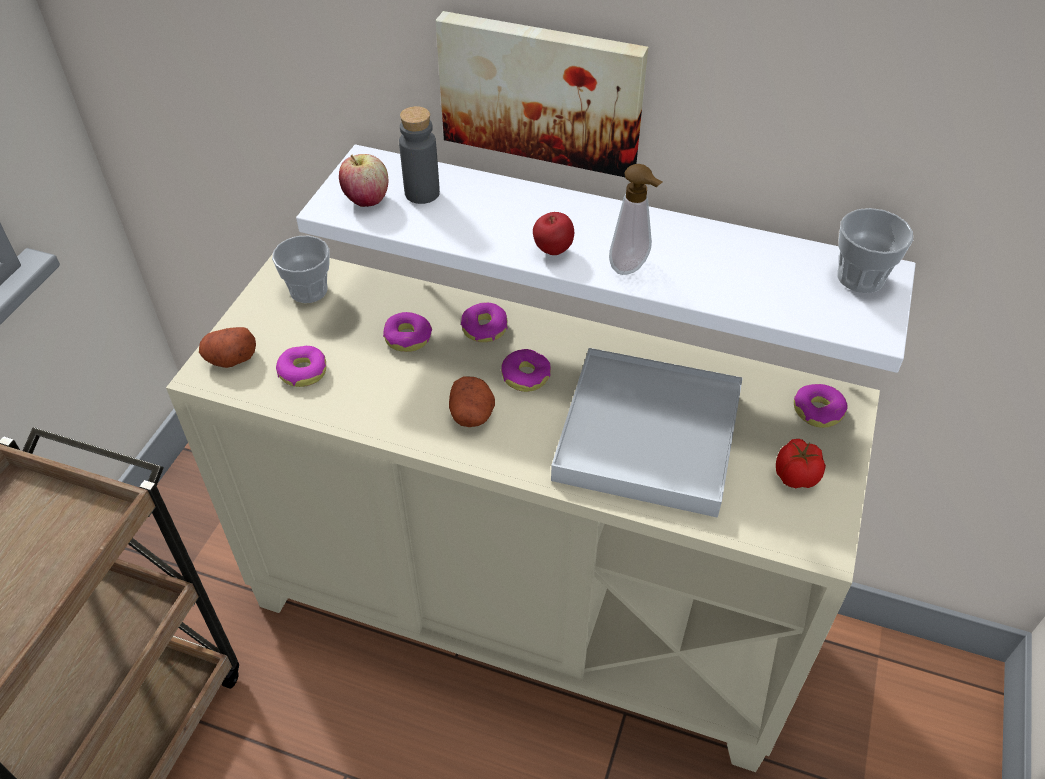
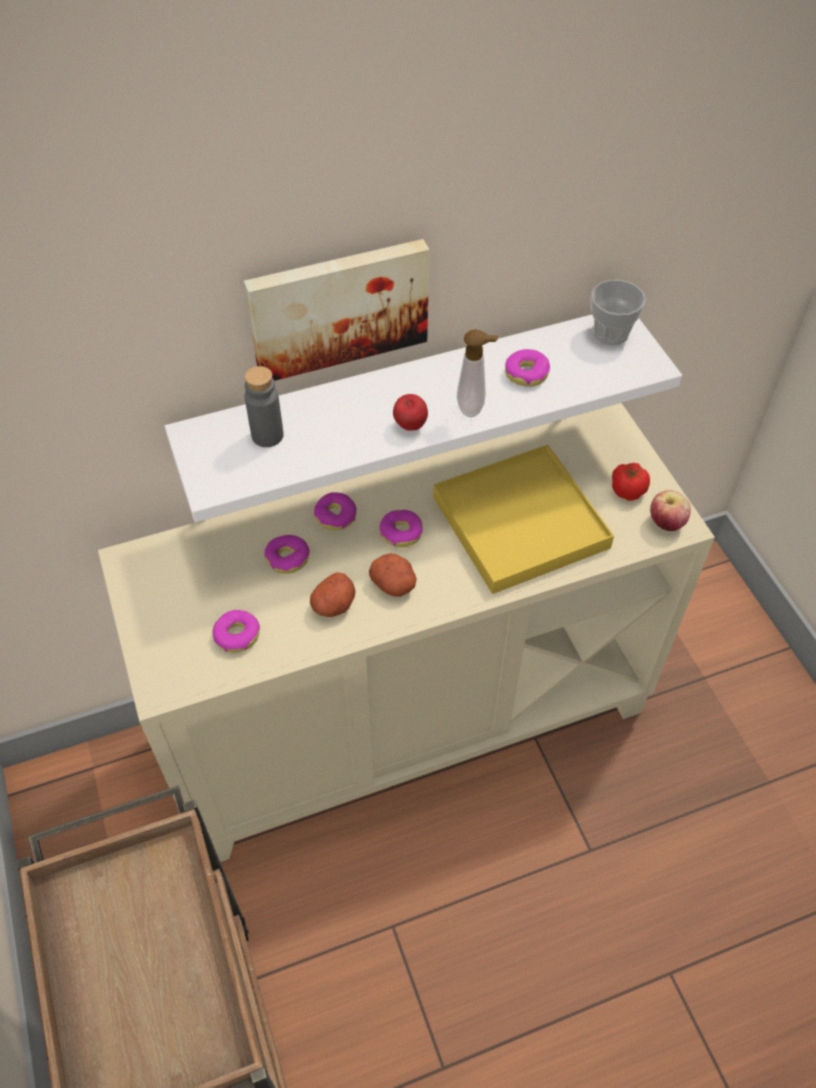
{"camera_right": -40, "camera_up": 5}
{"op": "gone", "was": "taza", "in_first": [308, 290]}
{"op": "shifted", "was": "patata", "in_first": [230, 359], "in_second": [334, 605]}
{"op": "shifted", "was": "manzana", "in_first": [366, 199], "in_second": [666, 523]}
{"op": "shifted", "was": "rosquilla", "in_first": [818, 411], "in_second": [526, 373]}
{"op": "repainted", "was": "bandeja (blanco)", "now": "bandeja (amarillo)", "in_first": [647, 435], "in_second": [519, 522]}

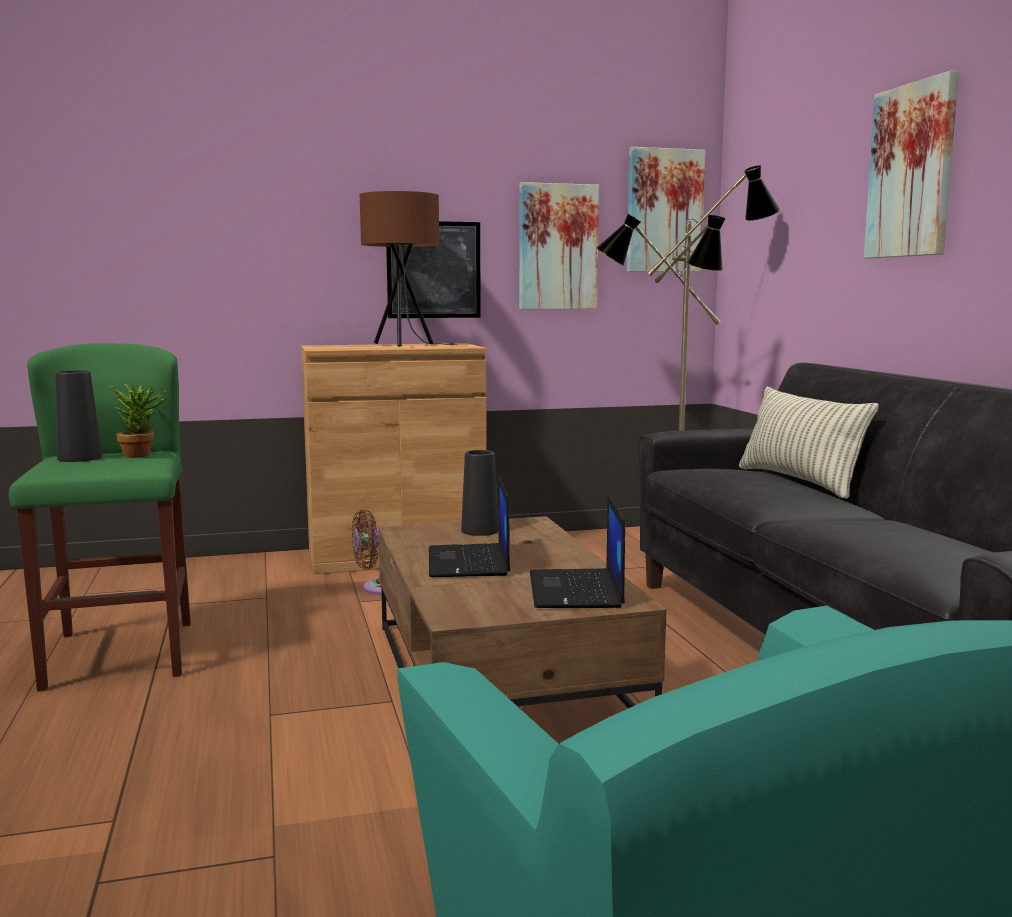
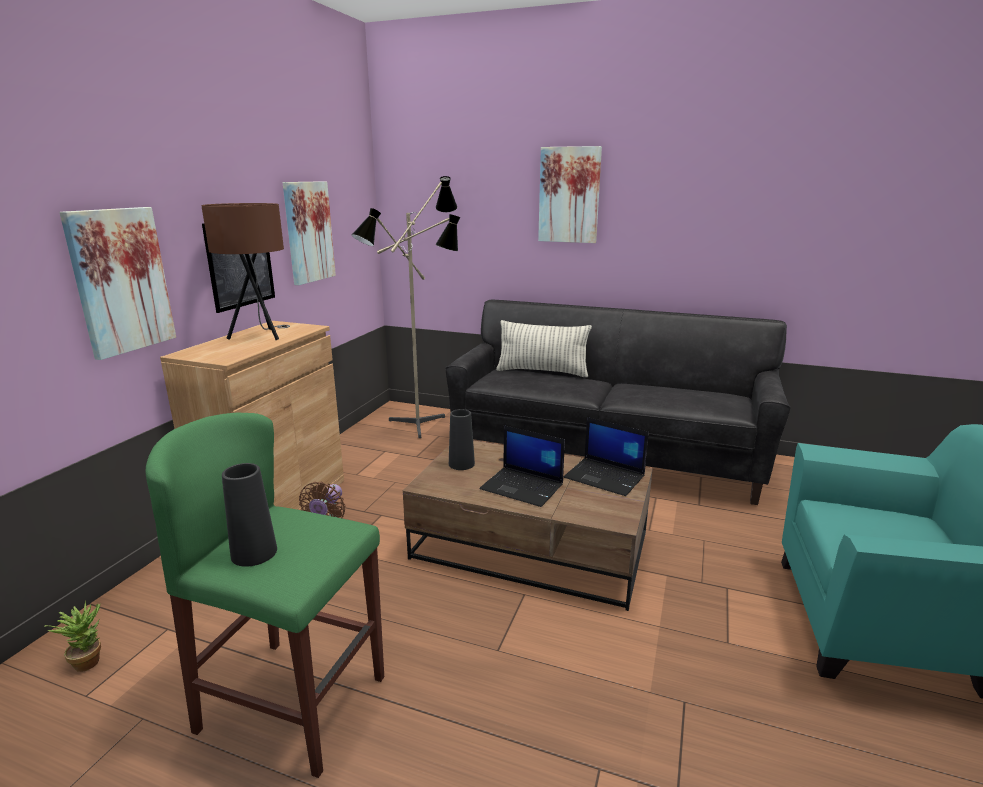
{"camera_right": -55, "camera_up": 10}
{"op": "shifted", "was": "planta en maceta", "in_first": [142, 455], "in_second": [89, 660]}
{"op": "shifted", "was": "cuadro", "in_first": [664, 211], "in_second": [120, 281]}

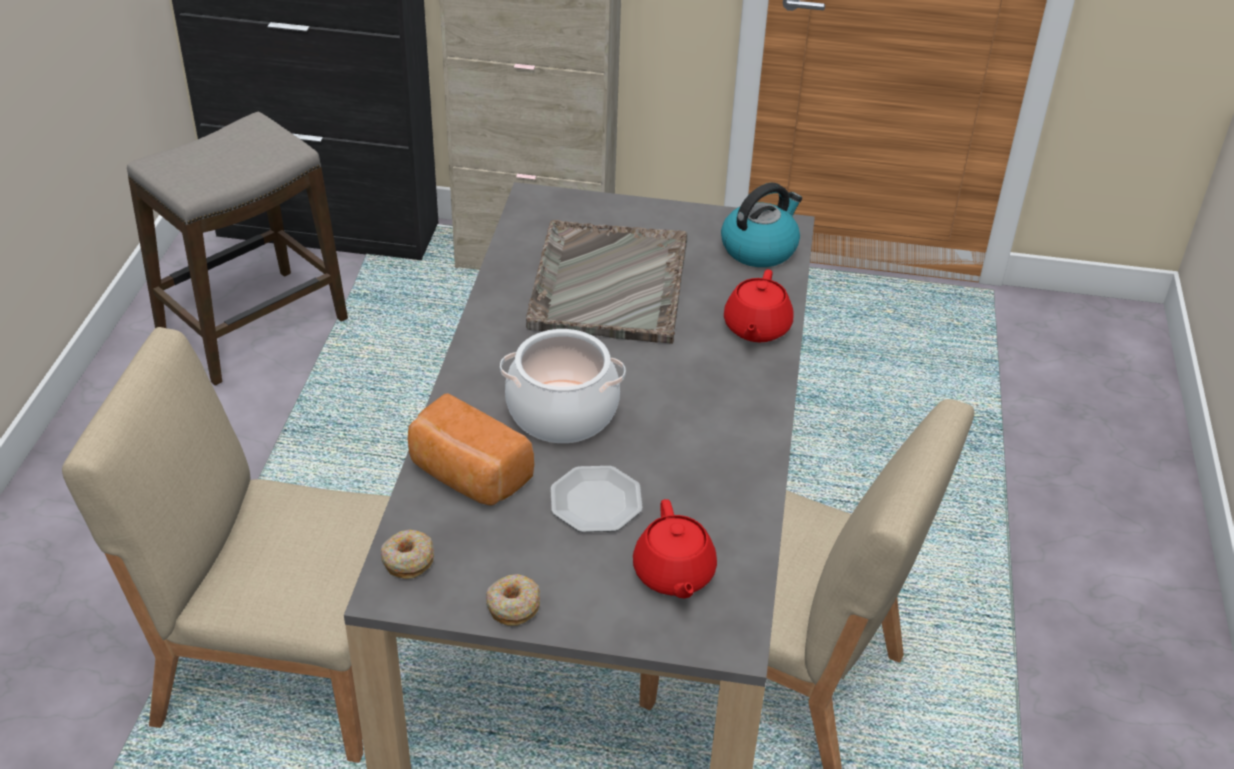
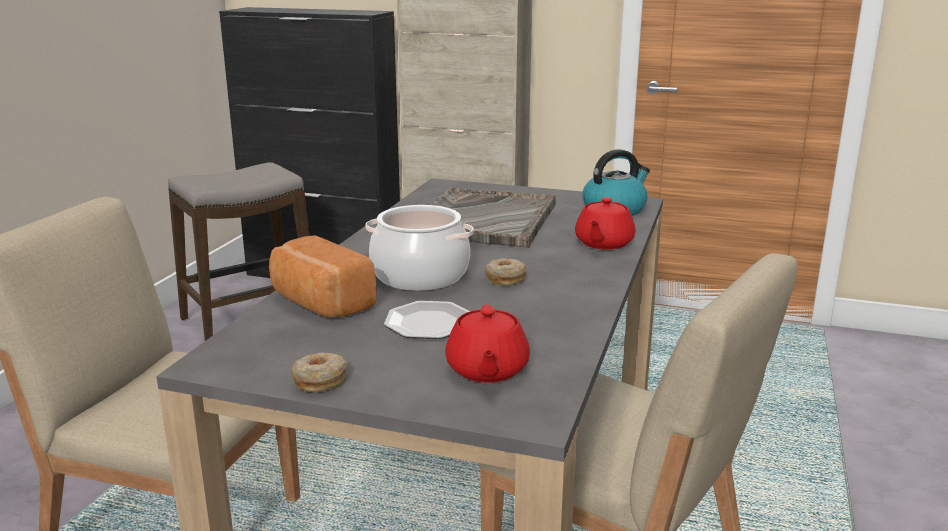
{"camera_right": 10, "camera_up": -20}
{"op": "shifted", "was": "rosquilla", "in_first": [408, 560], "in_second": [505, 278]}

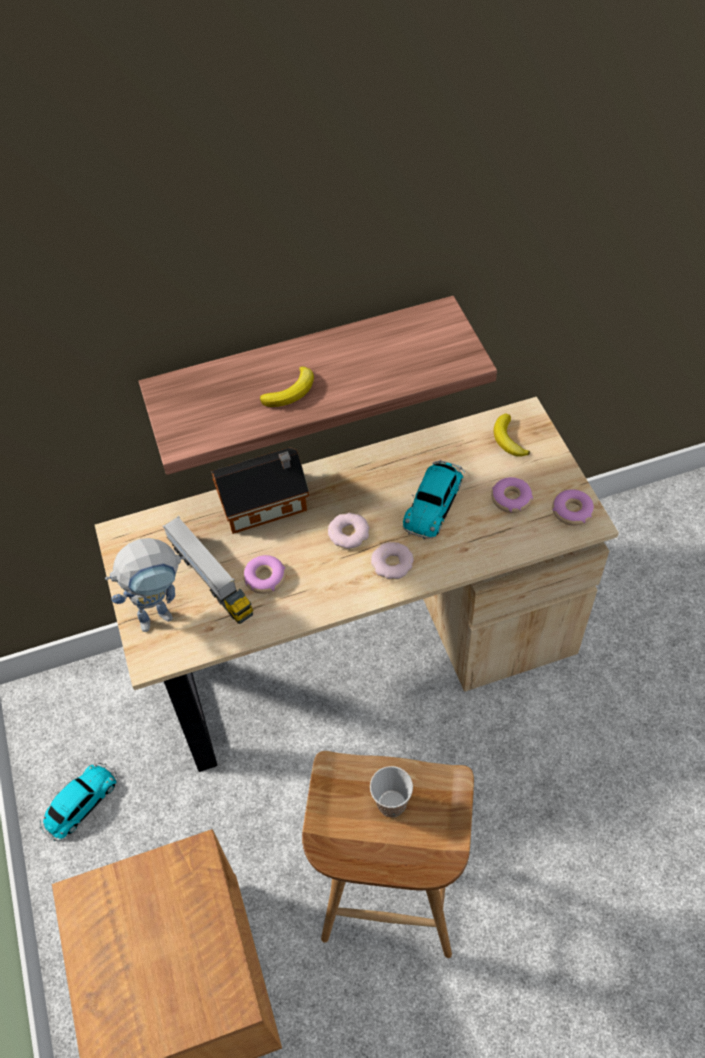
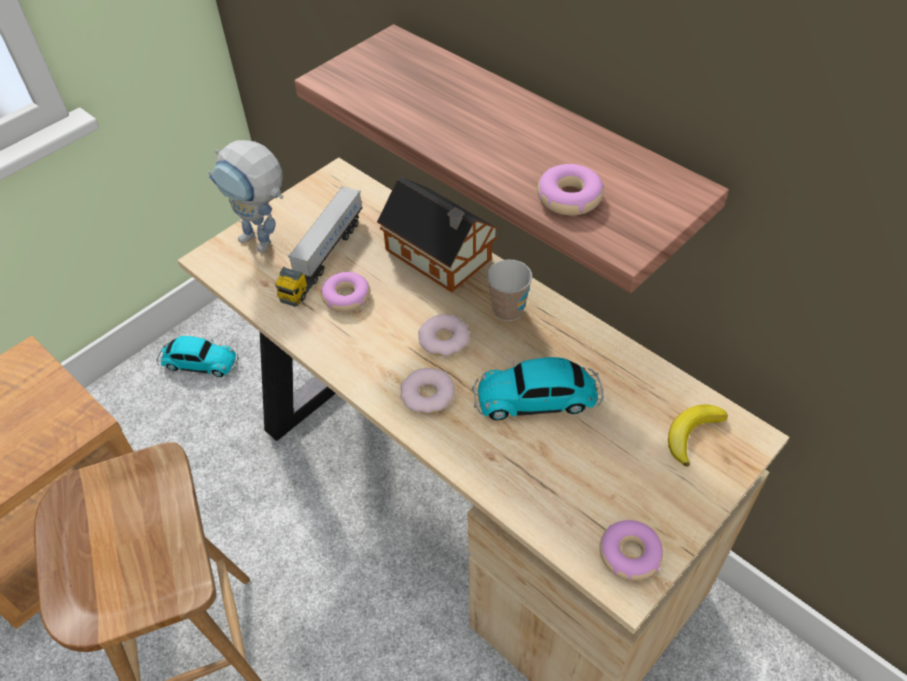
{"camera_right": 60, "camera_up": -5}
{"op": "gone", "was": "plátano", "in_first": [291, 391]}
{"op": "shifted", "was": "taza", "in_first": [391, 803], "in_second": [508, 310]}
{"op": "shifted", "was": "rosquilla", "in_first": [511, 499], "in_second": [569, 198]}

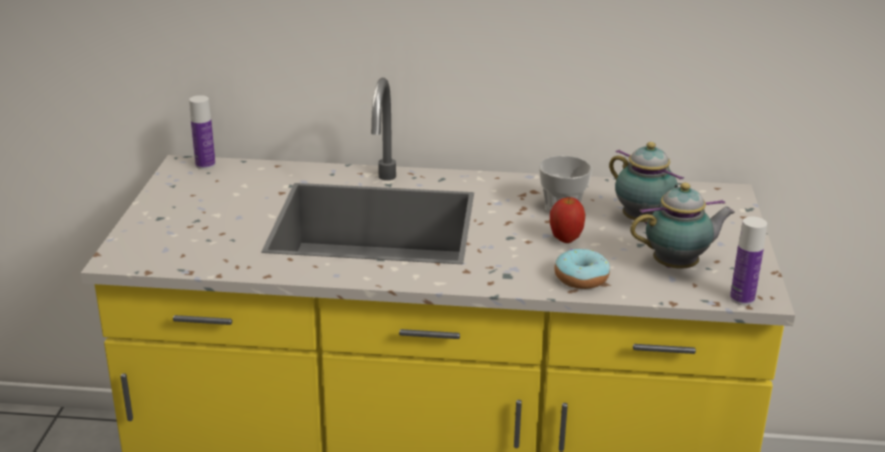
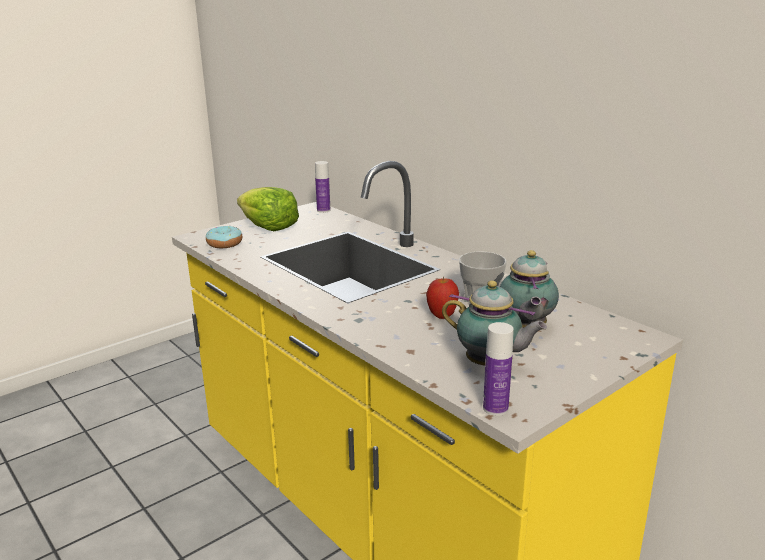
{"camera_right": 45, "camera_up": -5}
{"op": "new", "now": "lechuga", "in_second": [268, 227]}
{"op": "shifted", "was": "rosquilla", "in_first": [581, 278], "in_second": [224, 244]}

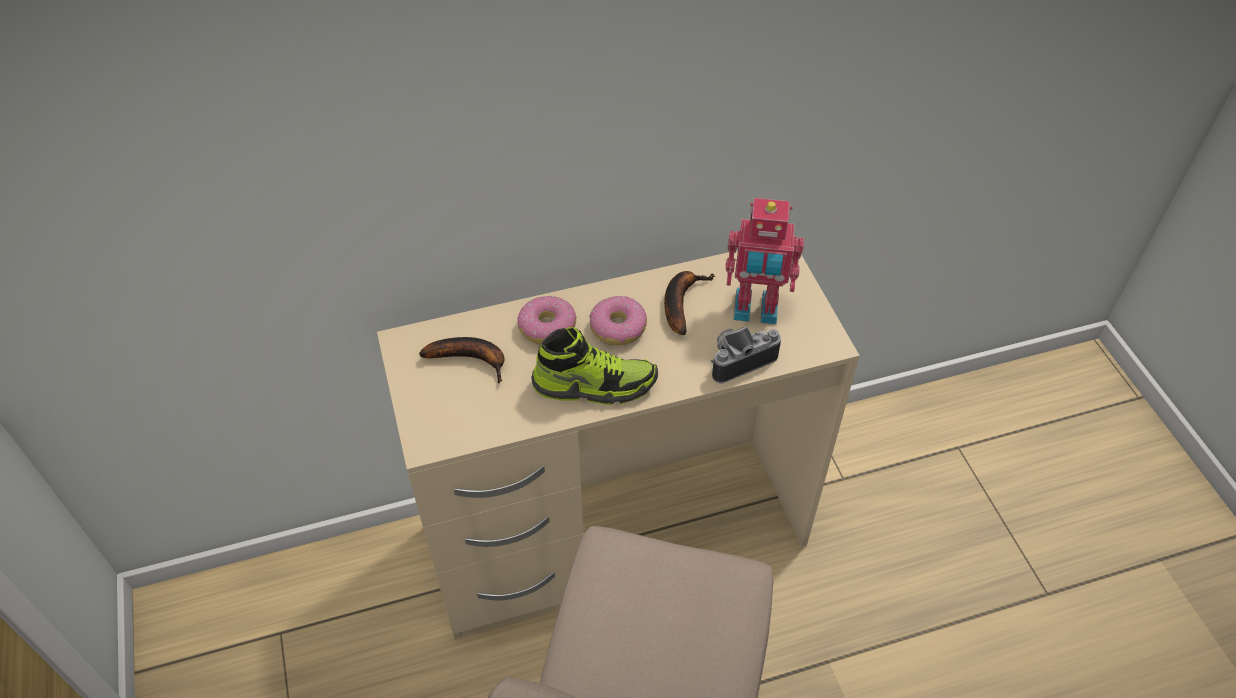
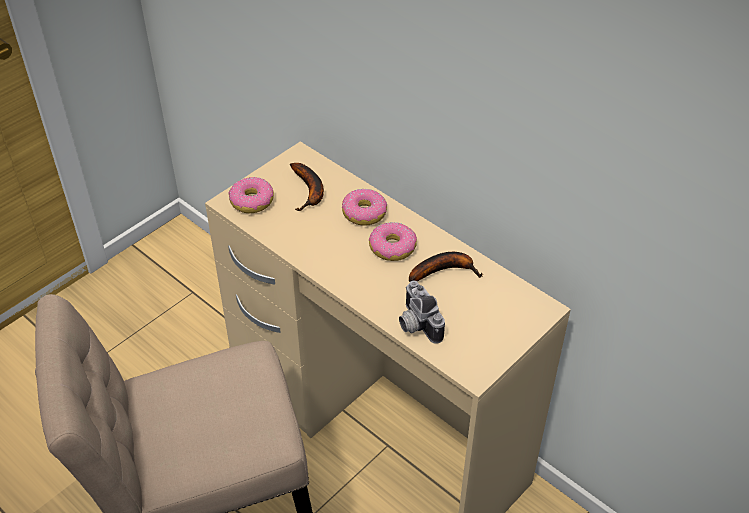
{"camera_right": 60, "camera_up": -5}
{"op": "gone", "was": "zapato", "in_first": [594, 385]}
{"op": "gone", "was": "robot de juguete", "in_first": [755, 310]}
{"op": "new", "now": "rosquilla", "in_second": [252, 201]}
{"op": "rotated", "was": "cámara", "in_first": [739, 358], "in_second": [415, 324], "clockwise": -150}

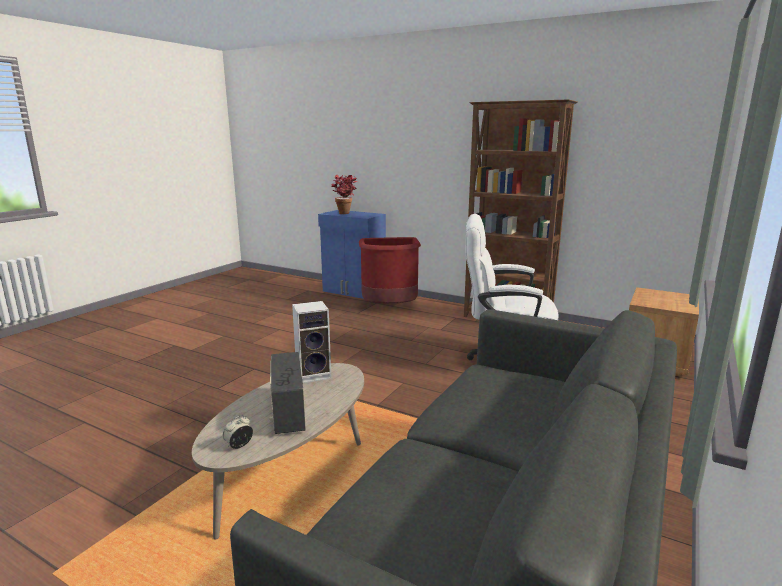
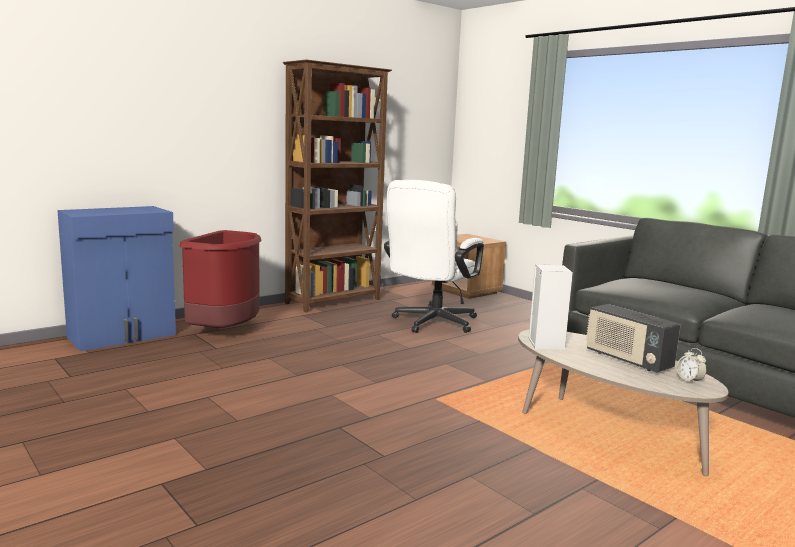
{"camera_right": -70, "camera_up": -5}
{"op": "gone", "was": "planta en maceta", "in_first": [345, 213]}
{"op": "rotated", "was": "radio", "in_first": [287, 412], "in_second": [627, 360], "clockwise": 45}

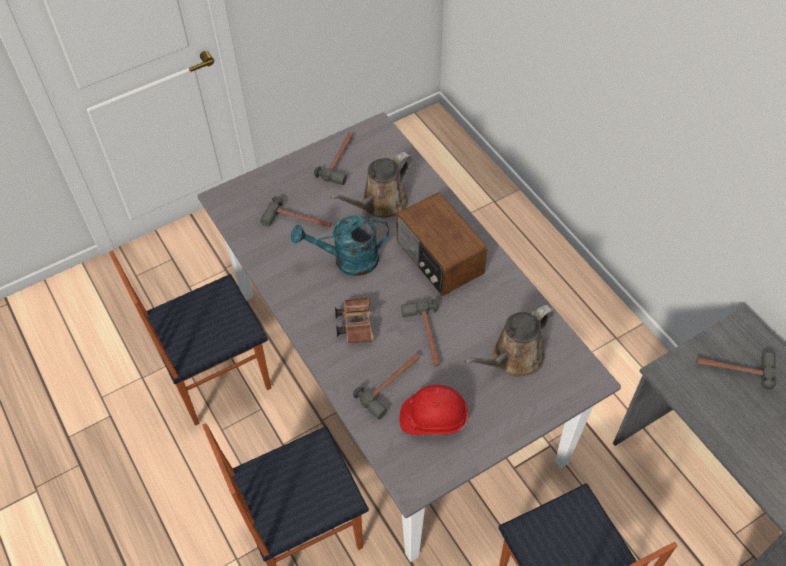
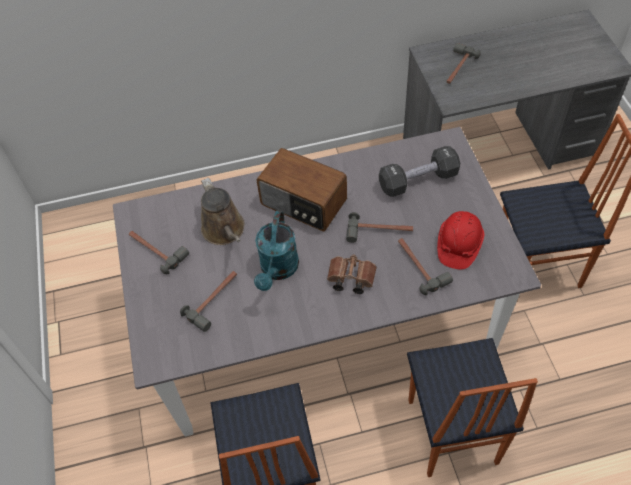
{"camera_right": -70, "camera_up": 0}
{"op": "swapped", "was": "regadera (marrón)", "now": "mancuerna (negro)", "in_first": [513, 358], "in_second": [418, 180]}
{"op": "rotated", "was": "radio", "in_first": [438, 259], "in_second": [303, 203], "clockwise": 45}

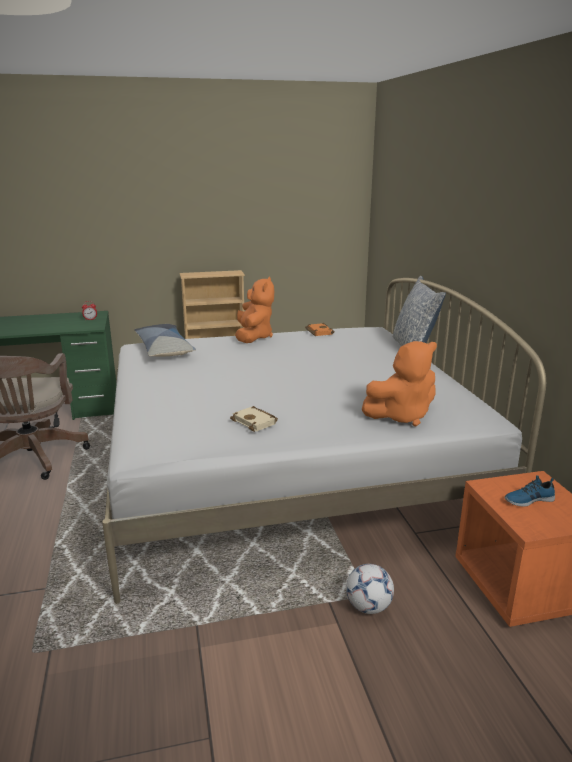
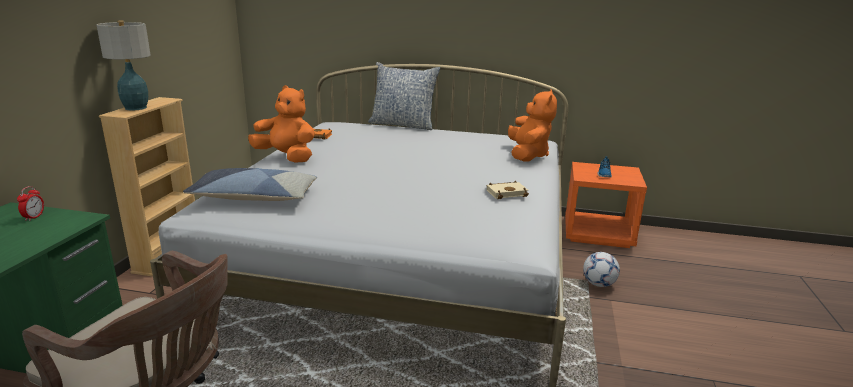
{"camera_right": -65, "camera_up": 0}
{"op": "new", "now": "lámpara de mesa", "in_second": [135, 108]}

